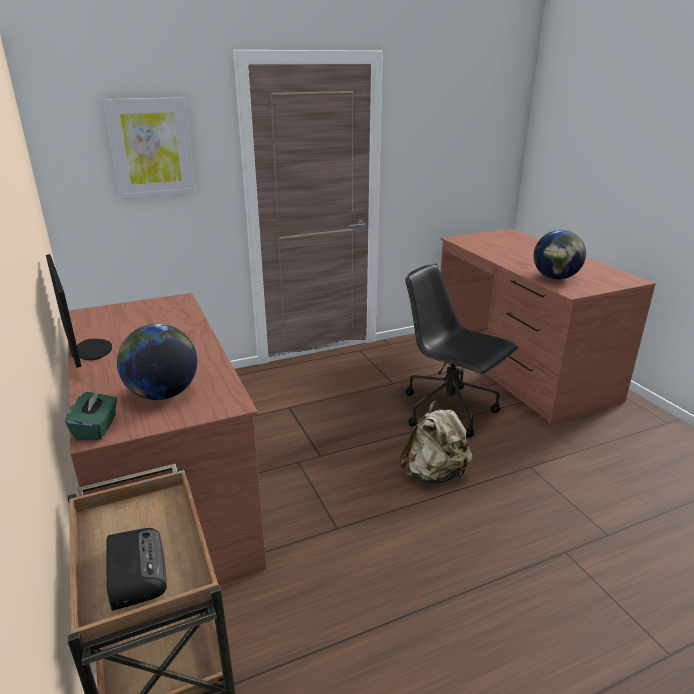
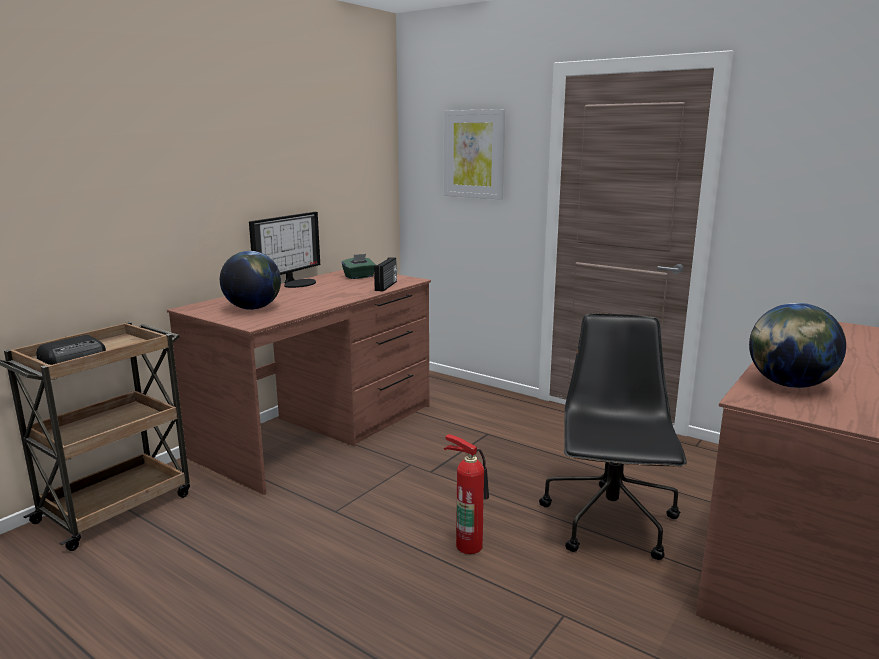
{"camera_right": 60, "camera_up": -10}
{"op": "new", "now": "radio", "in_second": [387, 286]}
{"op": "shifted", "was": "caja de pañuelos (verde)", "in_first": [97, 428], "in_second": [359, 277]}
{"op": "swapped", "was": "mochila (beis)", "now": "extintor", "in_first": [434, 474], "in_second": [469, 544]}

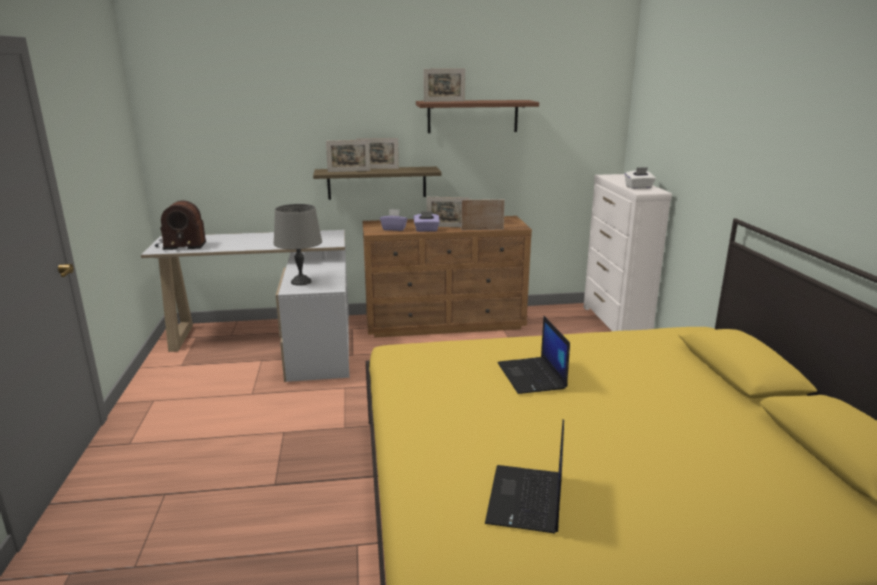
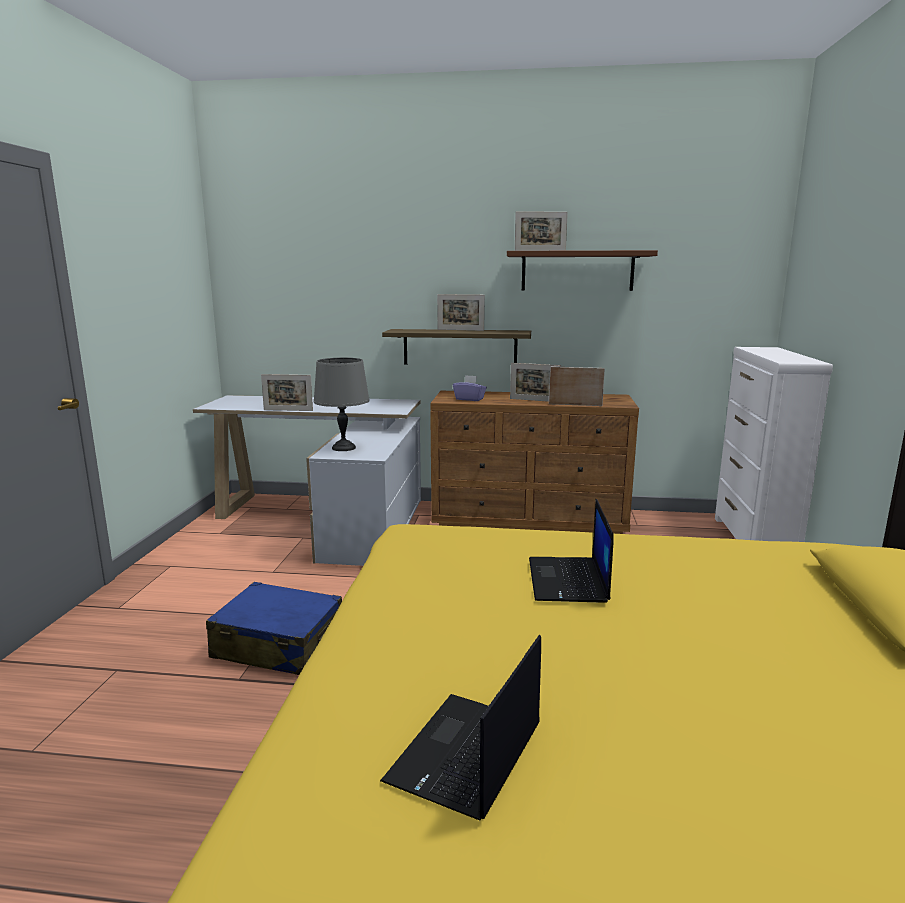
{"camera_right": 15, "camera_up": -5}
{"op": "gone", "was": "radio", "in_first": [181, 244]}
{"op": "gone", "was": "caja de pañuelos (morado)", "in_first": [426, 230]}
{"op": "gone", "was": "caja de pañuelos (blanco)", "in_first": [639, 187]}
{"op": "new", "now": "maleta (azul)", "in_second": [278, 645]}
{"op": "shifted", "was": "portarretratos", "in_first": [349, 171], "in_second": [288, 410]}

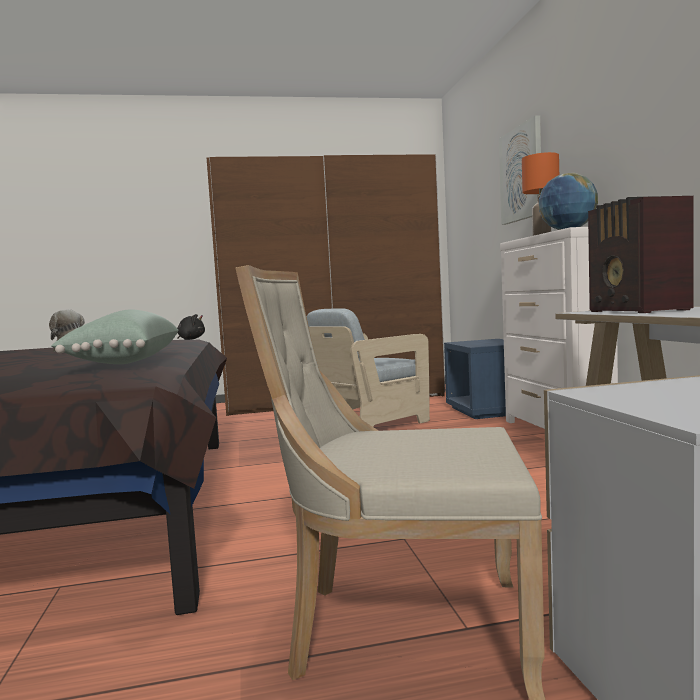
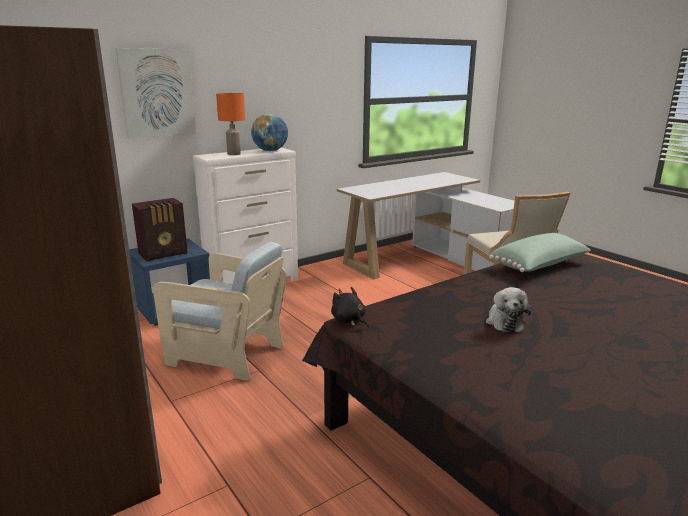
{"camera_right": -115, "camera_up": 15}
{"op": "shifted", "was": "radio", "in_first": [637, 311], "in_second": [164, 254]}

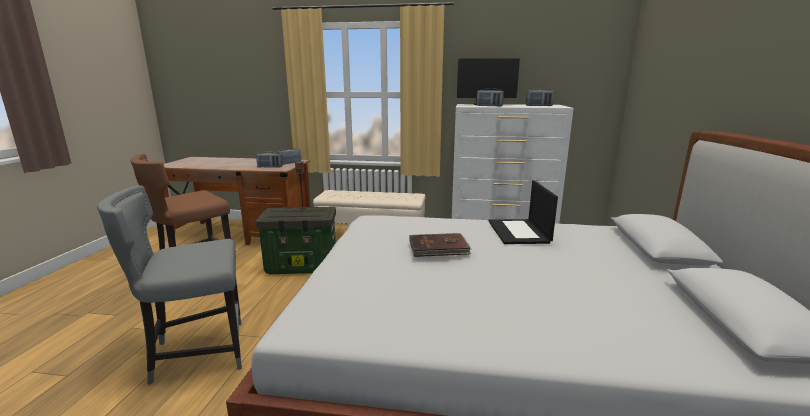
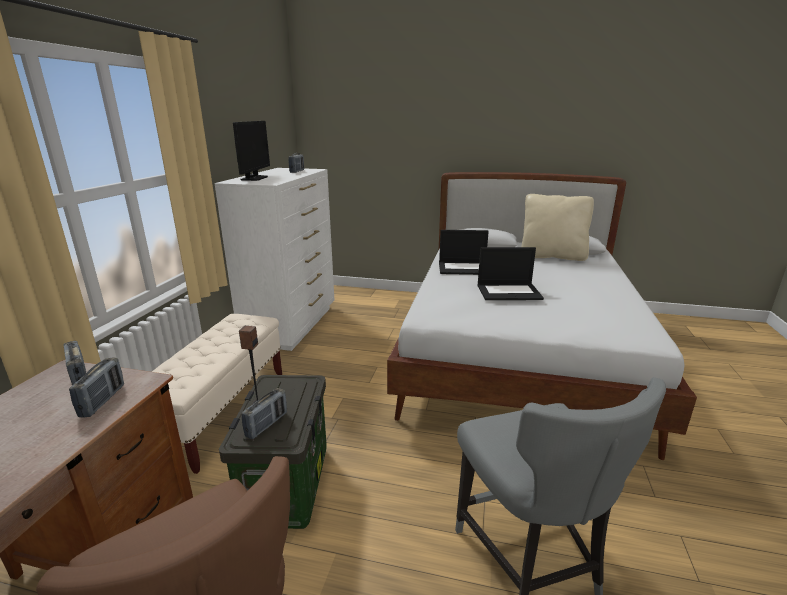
{"camera_right": -85, "camera_up": 5}
{"op": "new", "now": "cojín (beis)", "in_second": [552, 256]}
{"op": "shifted", "was": "radio", "in_first": [489, 106], "in_second": [267, 425]}
{"op": "swapped", "was": "libro (marrón)", "now": "portátil", "in_first": [439, 248], "in_second": [509, 292]}

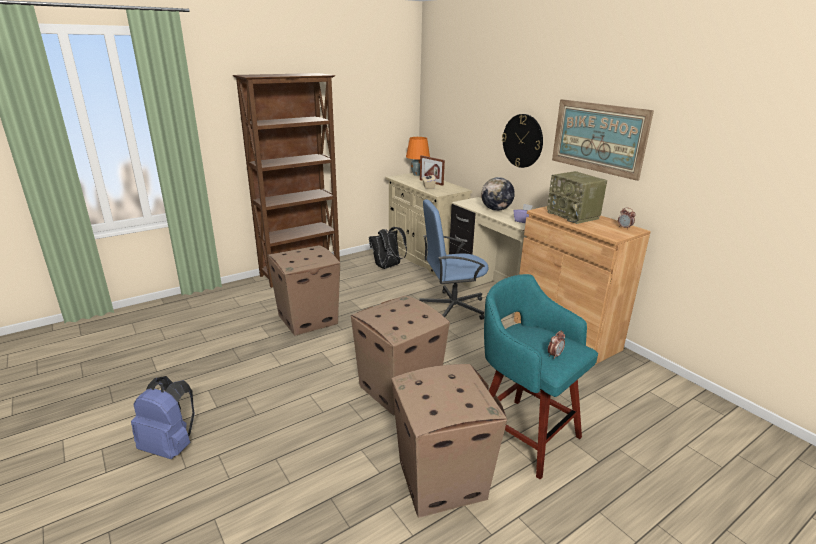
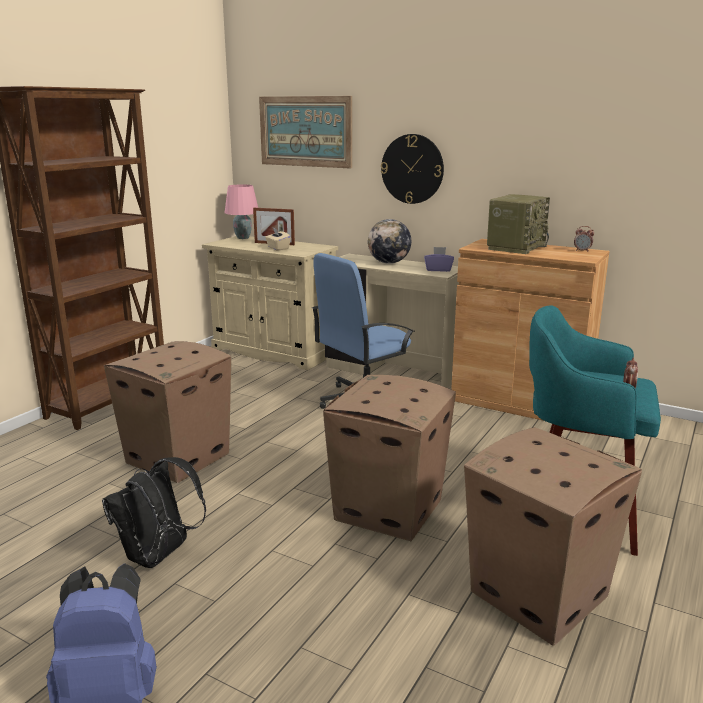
{"camera_right": -25, "camera_up": -5}
{"op": "shifted", "was": "mochila (negro)", "in_first": [387, 267], "in_second": [159, 557]}
{"op": "shifted", "was": "cuadro", "in_first": [598, 137], "in_second": [305, 131]}
{"op": "repainted", "was": "lámpara de mesa (naranja)", "now": "lámpara de mesa (rosa)", "in_first": [417, 174], "in_second": [243, 238]}
{"op": "rotated", "was": "radio", "in_first": [574, 215], "in_second": [516, 247], "clockwise": -90}

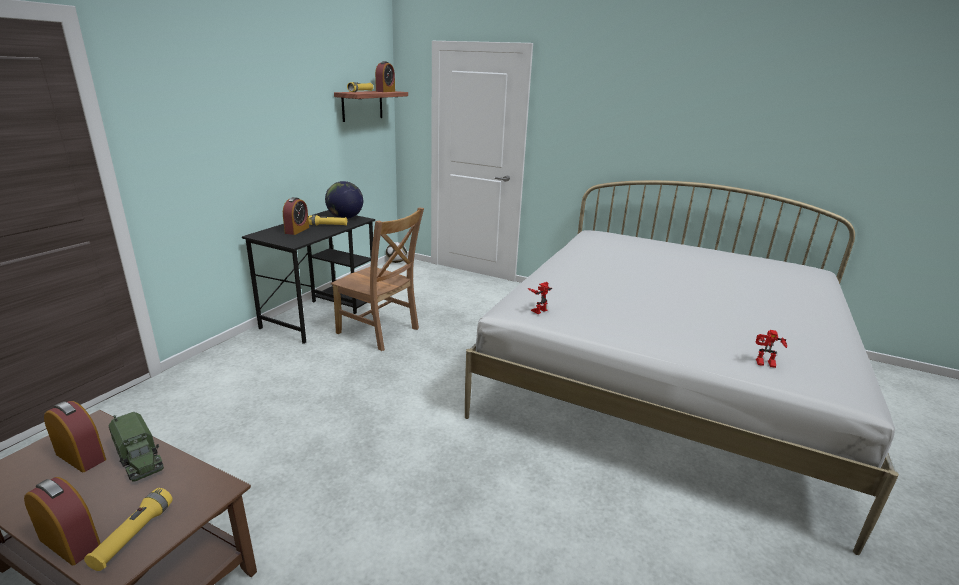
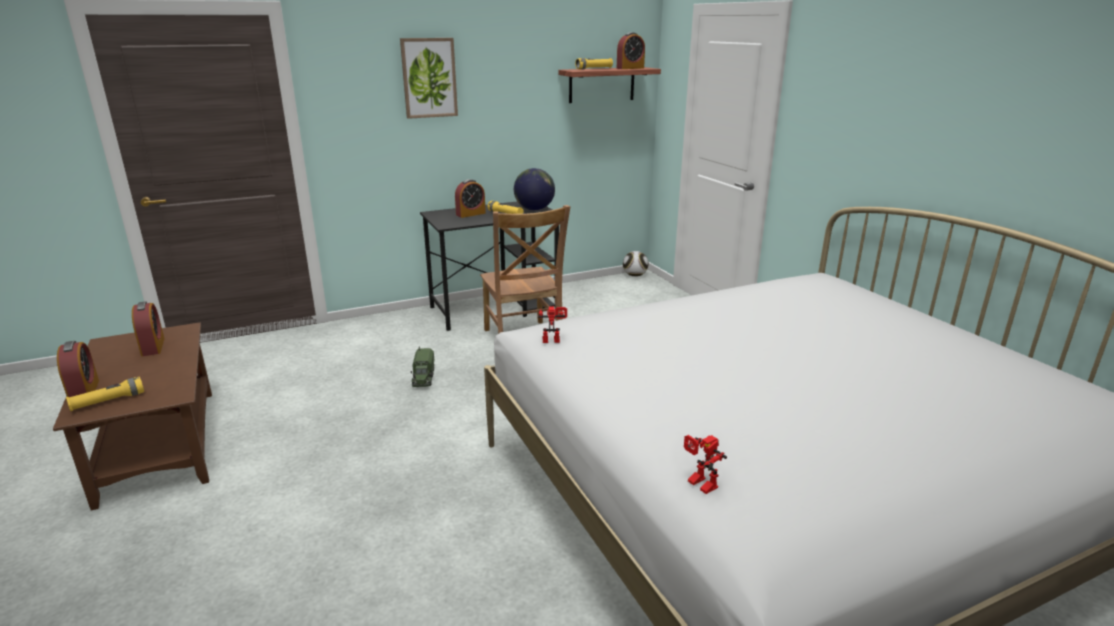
{"camera_right": 40, "camera_up": 0}
{"op": "new", "now": "cuadro", "in_second": [429, 78]}
{"op": "shifted", "was": "camión de juguete", "in_first": [139, 459], "in_second": [423, 377]}

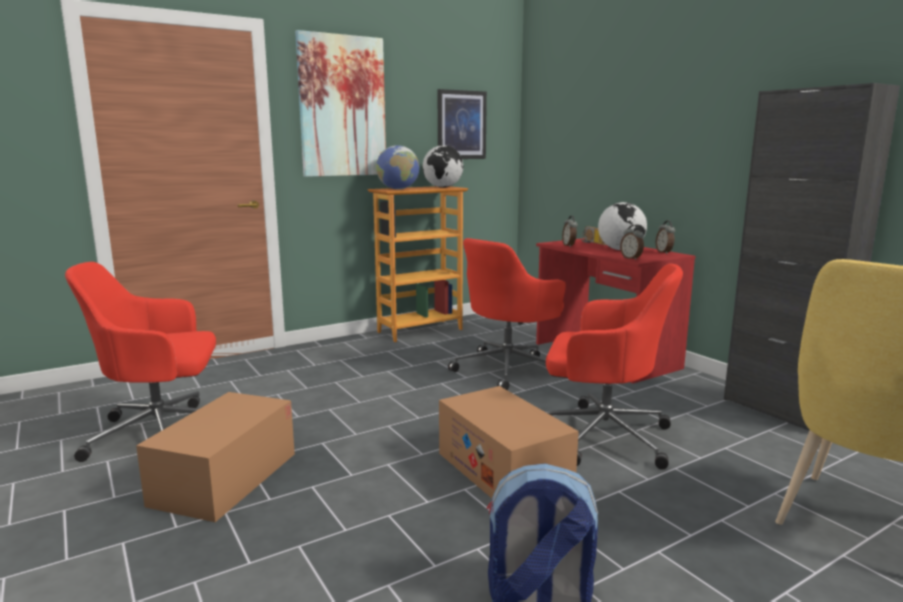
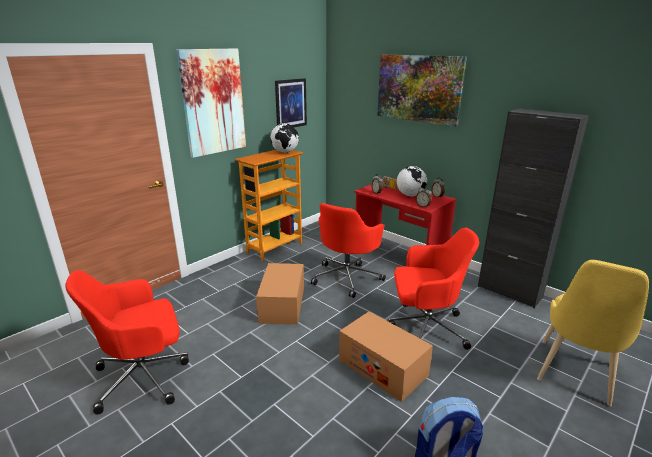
{"camera_right": -15, "camera_up": 10}
{"op": "gone", "was": "globo terráqueo", "in_first": [398, 189]}
{"op": "new", "now": "cuadro", "in_second": [418, 88]}
{"op": "shifted", "was": "caja de cartón", "in_first": [225, 478], "in_second": [282, 304]}

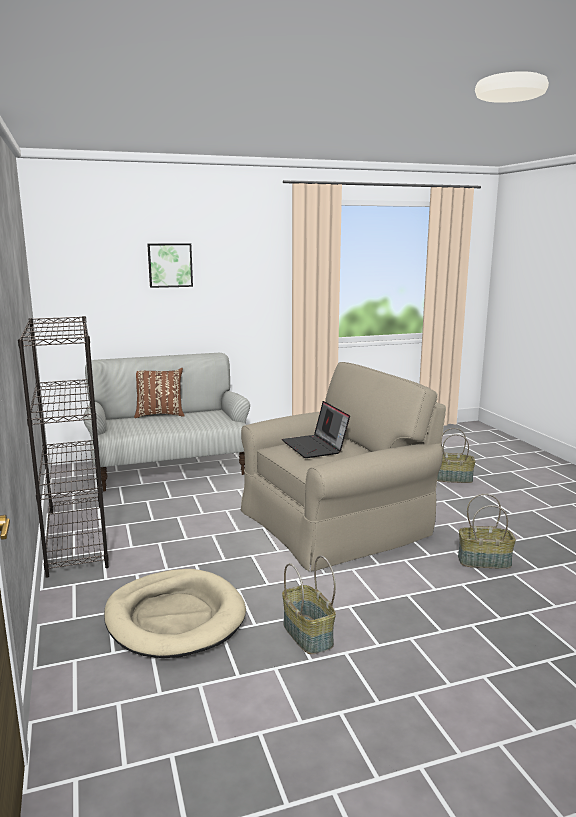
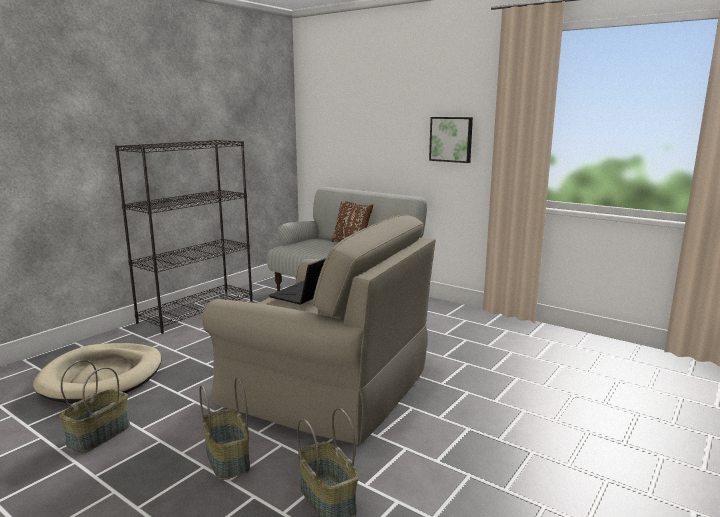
{"camera_right": 55, "camera_up": 0}
{"op": "shifted", "was": "cuadro", "in_first": [170, 265], "in_second": [451, 139]}
{"op": "shifted", "was": "cesta", "in_first": [453, 478], "in_second": [228, 459]}

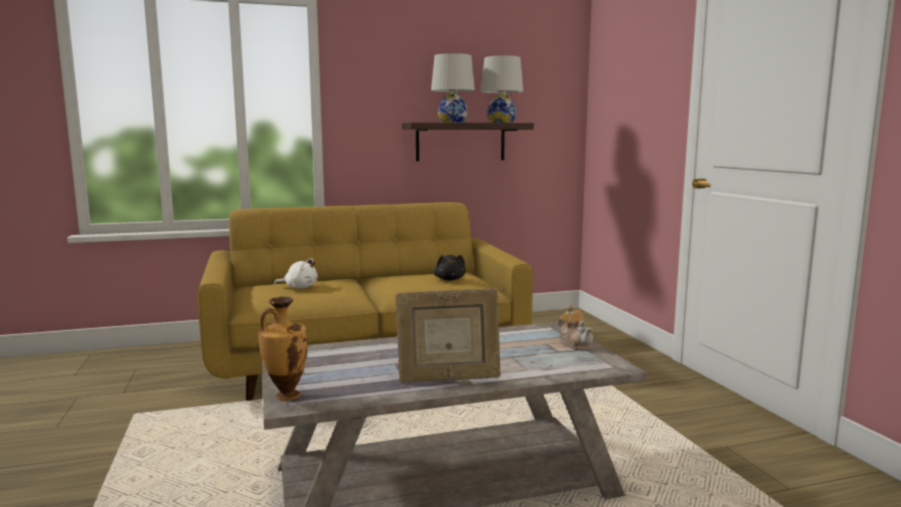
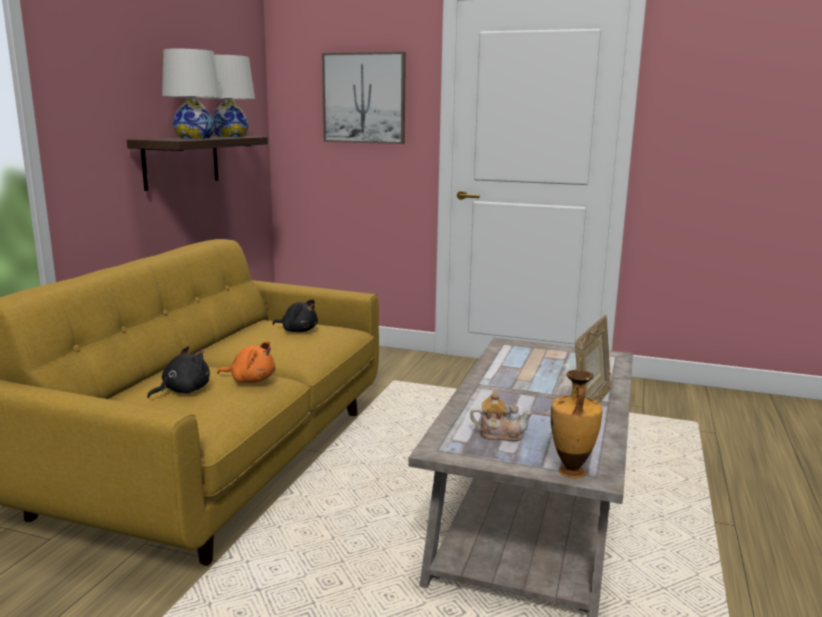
{"camera_right": -55, "camera_up": 5}
{"op": "new", "now": "peluche (naranja)", "in_second": [251, 380]}
{"op": "new", "now": "cuadro", "in_second": [364, 98]}
{"op": "shifted", "was": "tetera", "in_first": [575, 344], "in_second": [500, 434]}
{"op": "repainted", "was": "peluche (blanco)", "now": "peluche (negro)", "in_first": [299, 287], "in_second": [183, 391]}

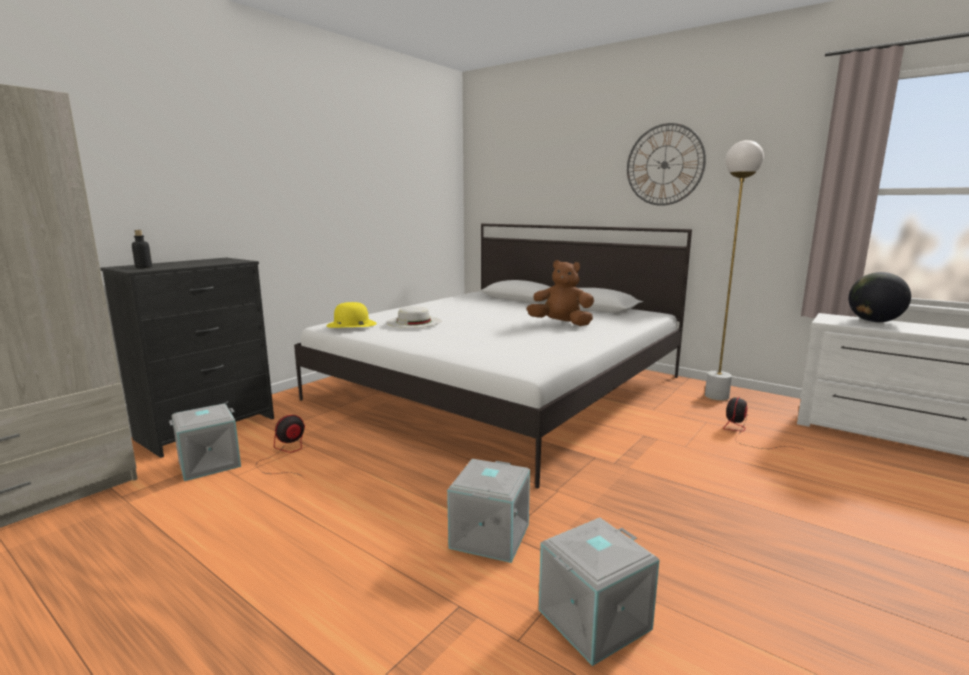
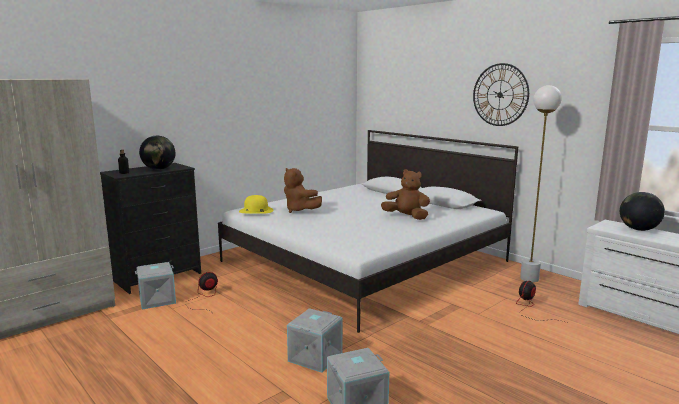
{"camera_right": 10, "camera_up": 0}
{"op": "new", "now": "globo terráqueo", "in_second": [159, 169]}
{"op": "swapped", "was": "sombrero (blanco)", "now": "peluche (marrón)", "in_first": [414, 321], "in_second": [299, 210]}

